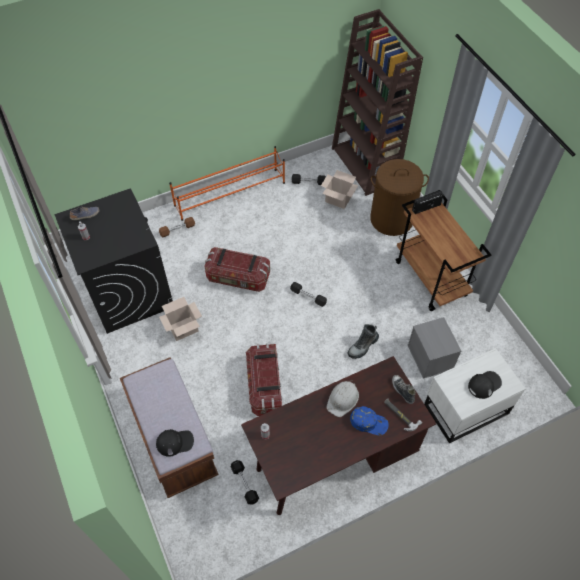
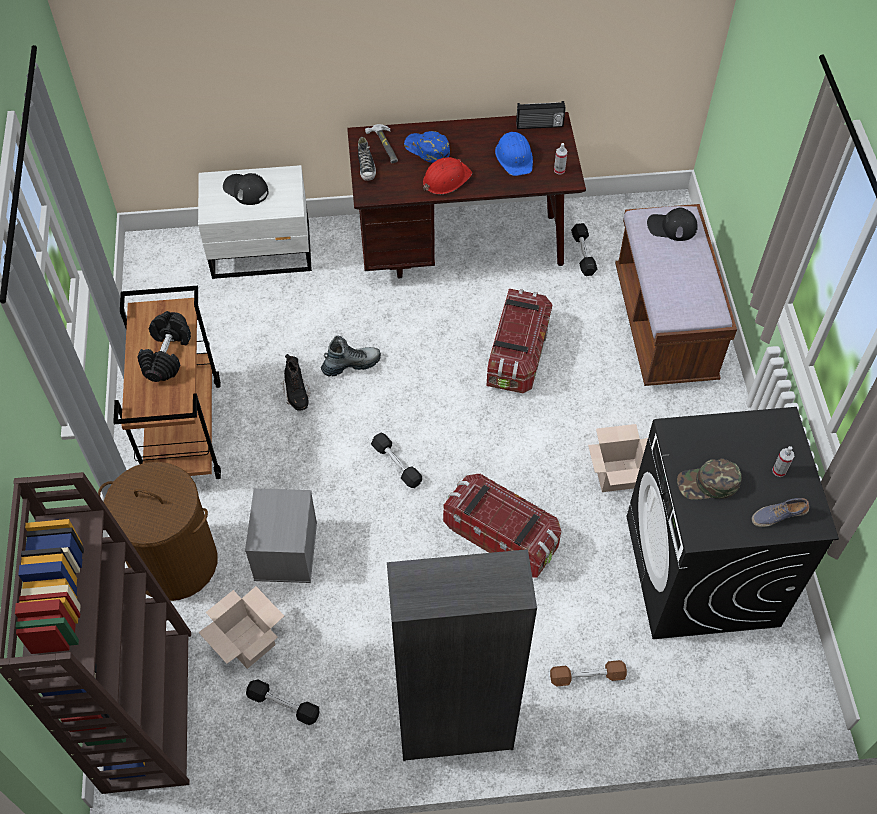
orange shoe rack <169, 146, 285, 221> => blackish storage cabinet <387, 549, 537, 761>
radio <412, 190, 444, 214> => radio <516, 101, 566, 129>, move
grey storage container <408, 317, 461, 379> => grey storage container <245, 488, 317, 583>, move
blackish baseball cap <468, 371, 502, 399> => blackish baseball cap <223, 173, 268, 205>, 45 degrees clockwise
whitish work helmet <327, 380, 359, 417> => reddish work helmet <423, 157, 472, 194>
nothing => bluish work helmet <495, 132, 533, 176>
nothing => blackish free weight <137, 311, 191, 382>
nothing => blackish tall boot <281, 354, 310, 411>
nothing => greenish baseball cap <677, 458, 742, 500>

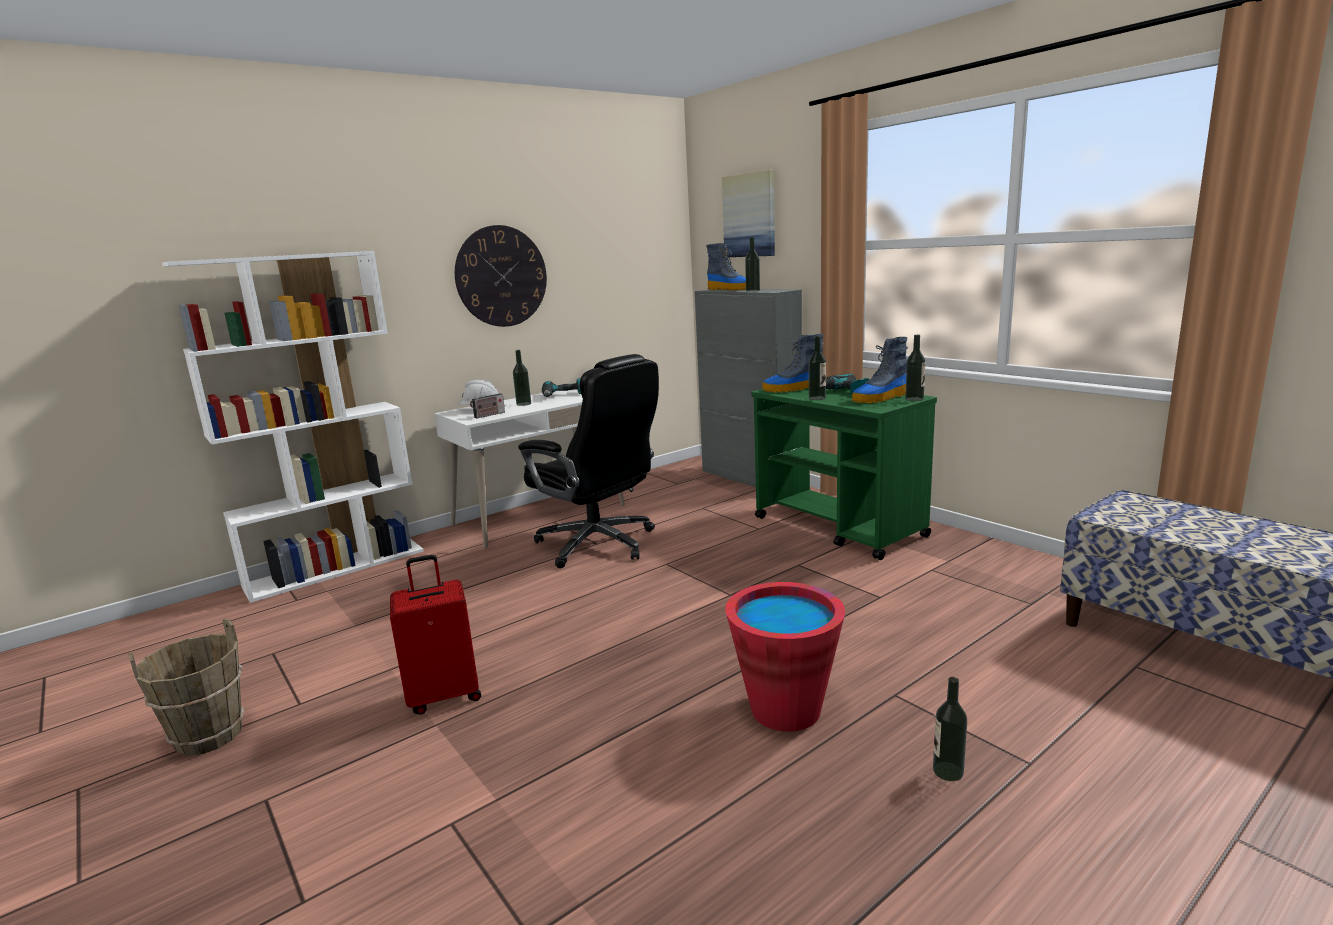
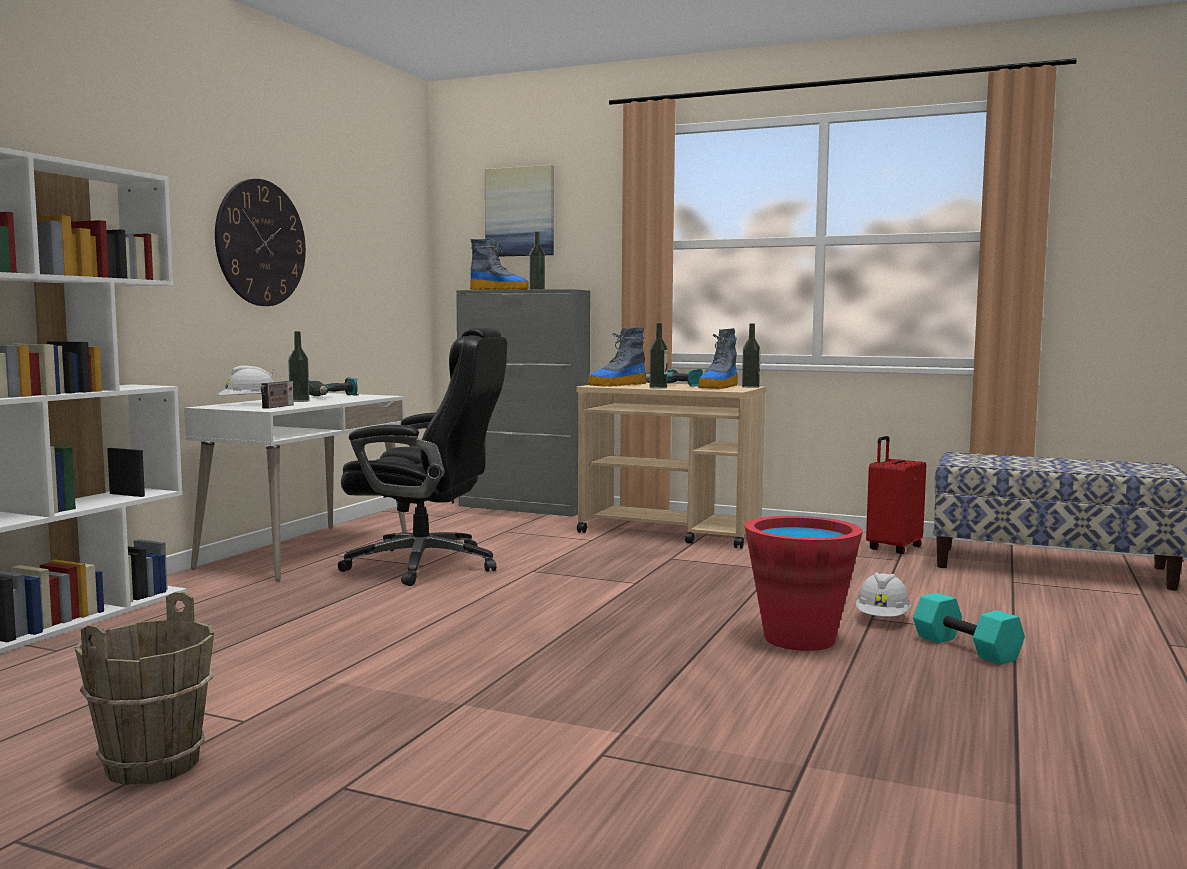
greenish wheeled cart <752, 388, 937, 560> => sand-coloured wheeled cart <576, 383, 766, 549>
reddish travel case <390, 555, 481, 715> => reddish travel case <866, 436, 926, 554>, move
drink bottle <933, 677, 967, 781> => turquoise free weight <913, 593, 1025, 665>
nothing => whitish work helmet <856, 572, 911, 617>

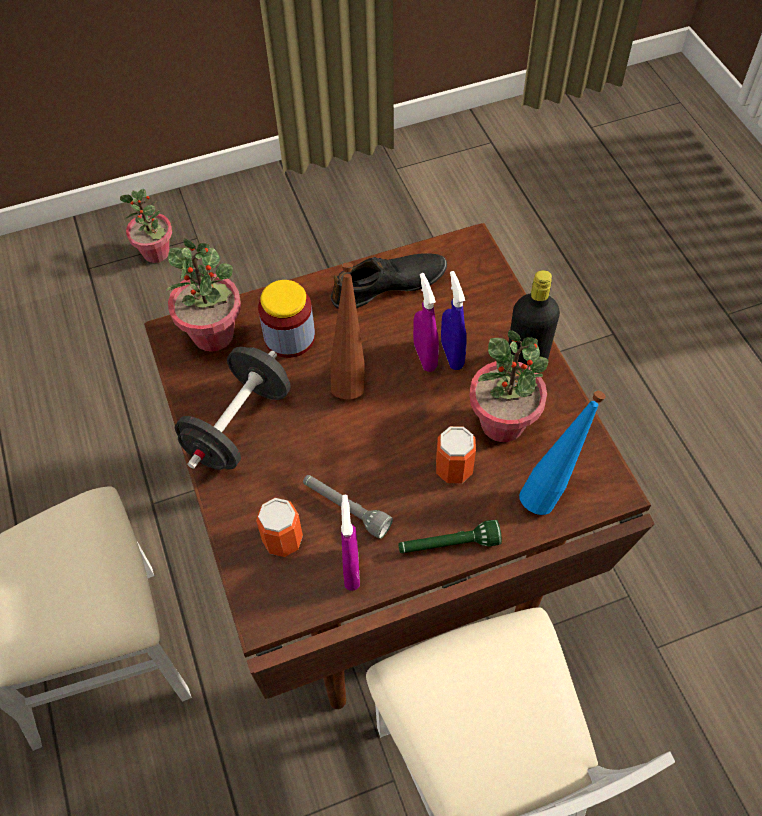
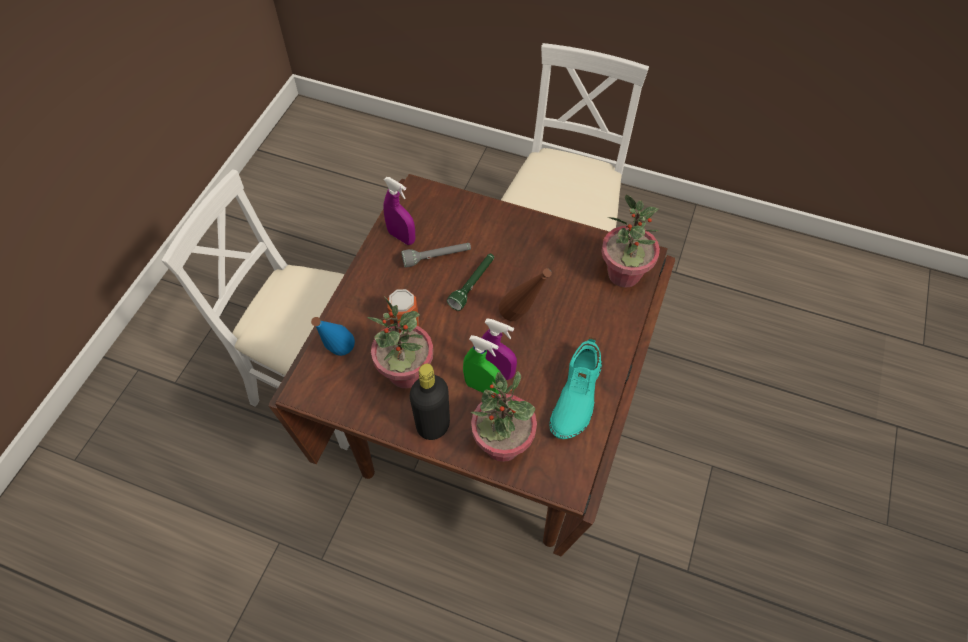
plant in a pot <120, 189, 172, 263> => plant in a pot <471, 371, 537, 462>, move
blackish item of footwear <331, 253, 447, 309> => turquoise item of footwear <549, 337, 602, 439>
bluish hand sprayer <441, 271, 467, 370> => greenish hand sprayer <463, 335, 501, 394>
storage jar <258, 280, 315, 358> => nothing
blackish free weight <175, 347, 291, 470> => nothing
sealed can <256, 498, 303, 557> => nothing
greenish torch <398, 520, 502, 553> => greenish torch <447, 253, 494, 311>, move

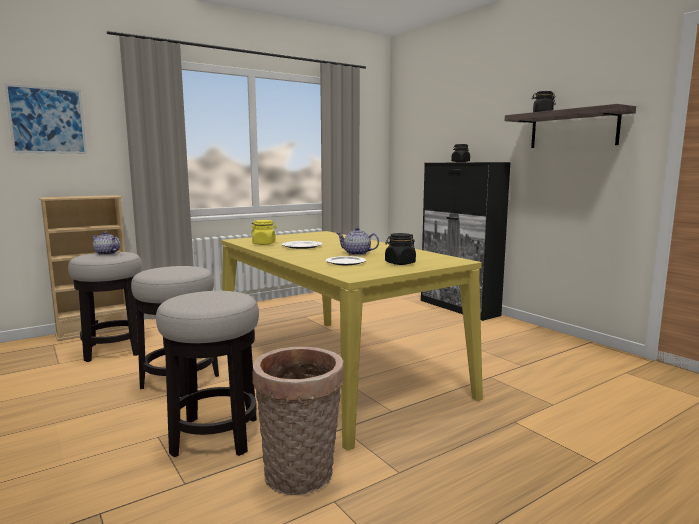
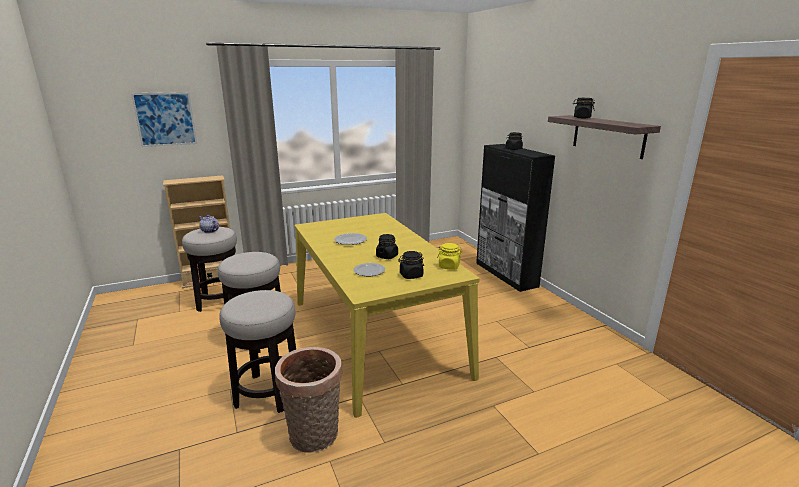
yellowish storage jar <251, 220, 277, 245> => yellowish storage jar <437, 243, 463, 270>, move
tea pot <336, 227, 379, 255> => blackish storage jar <376, 234, 398, 259>

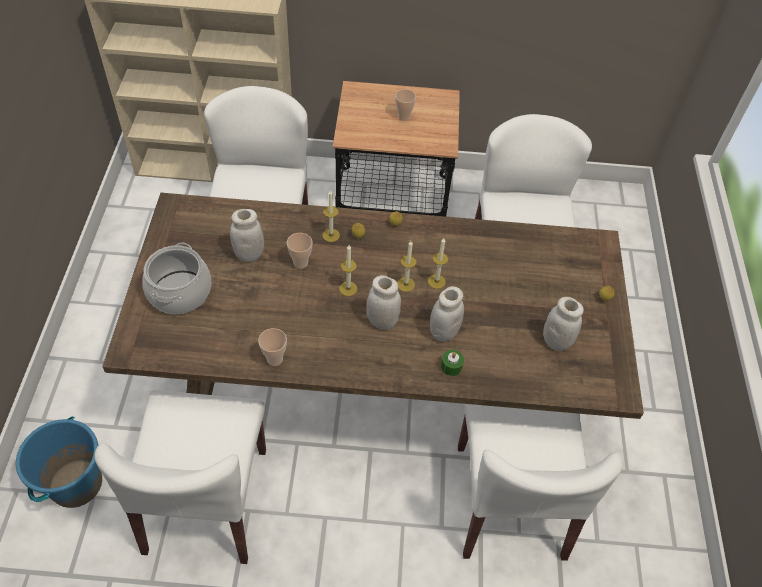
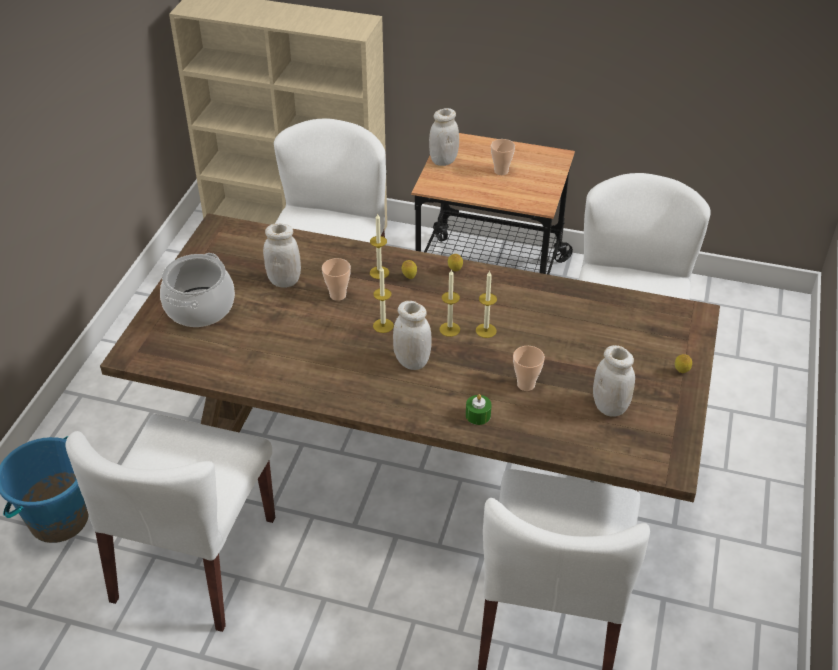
whitish storage jar <430, 286, 464, 342> => whitish storage jar <429, 108, 459, 166>, move
drinking cup <258, 328, 287, 366> => drinking cup <513, 346, 545, 391>, move

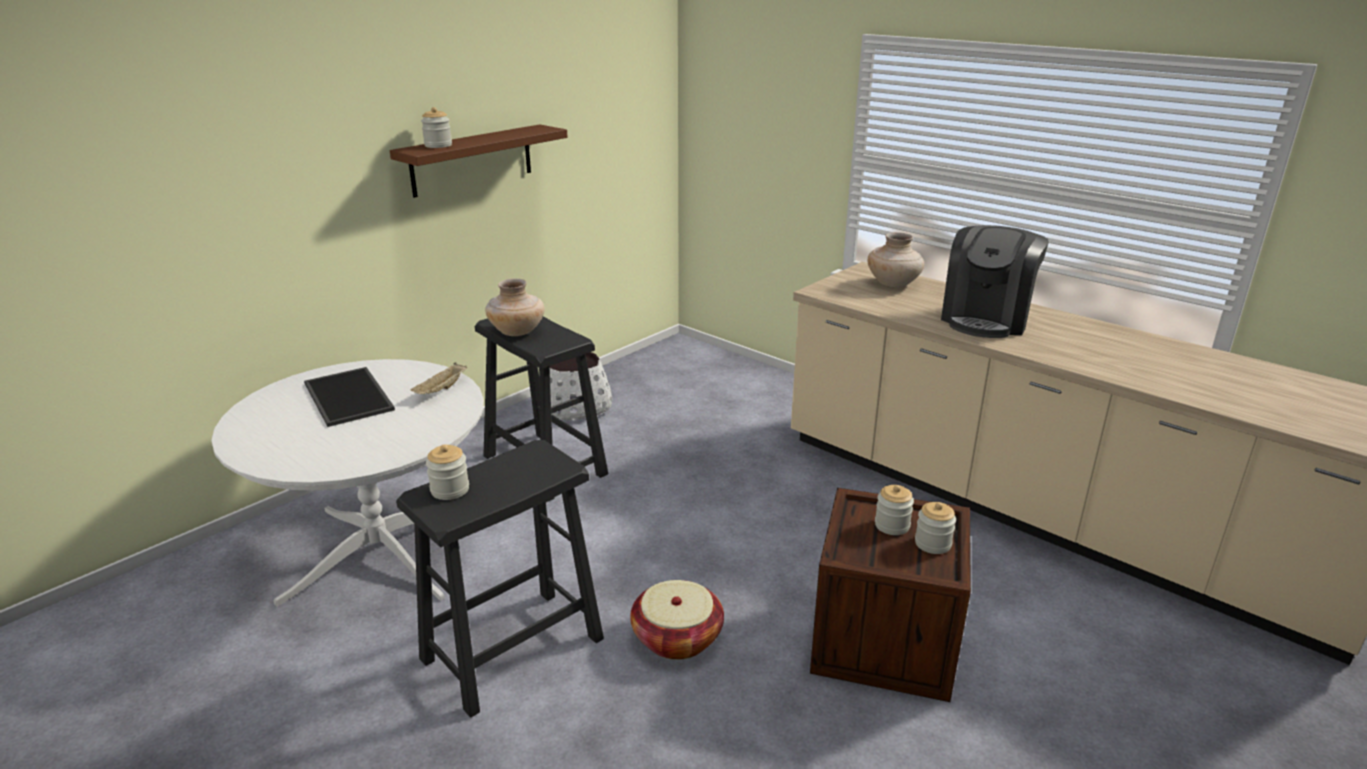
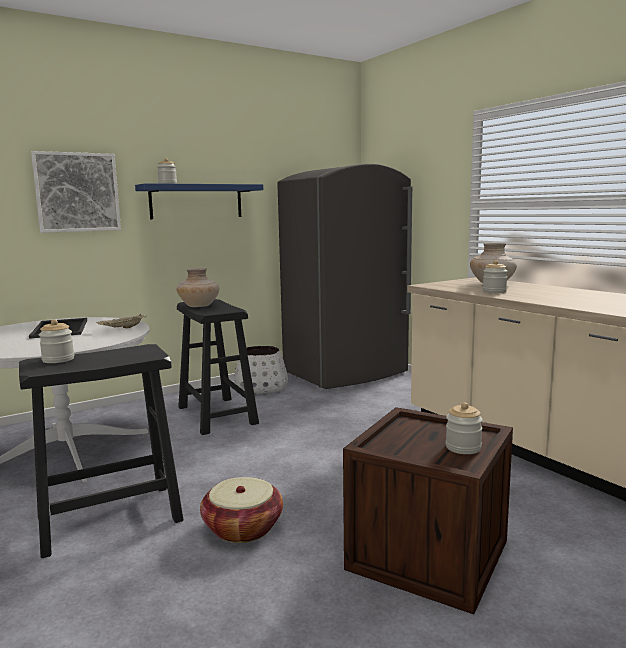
brown-coloured bracket shelf <390, 124, 567, 198> => bluish bracket shelf <135, 183, 263, 219>
coffee maker <941, 225, 1049, 338> => nothing
storage jar <875, 485, 914, 535> => storage jar <483, 260, 508, 293>, move
nothing => picture <31, 151, 121, 233>
nothing => grey refrigerator <277, 164, 413, 389>

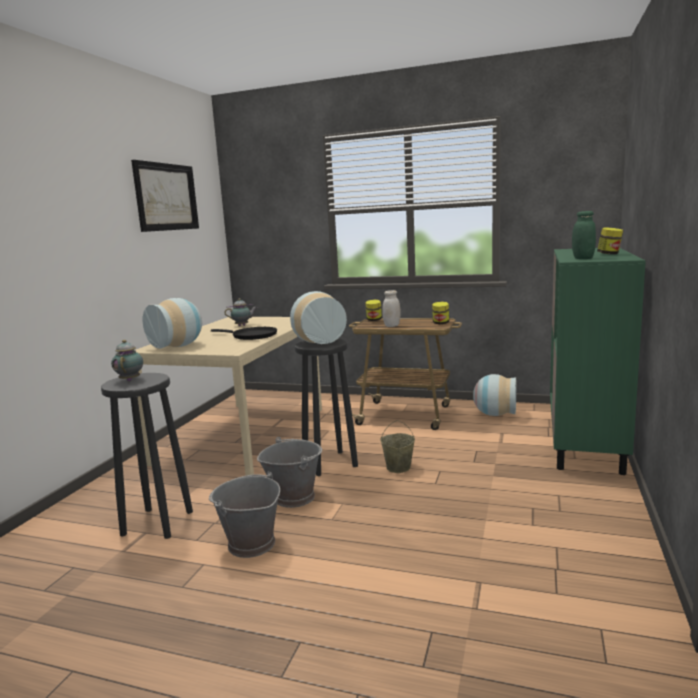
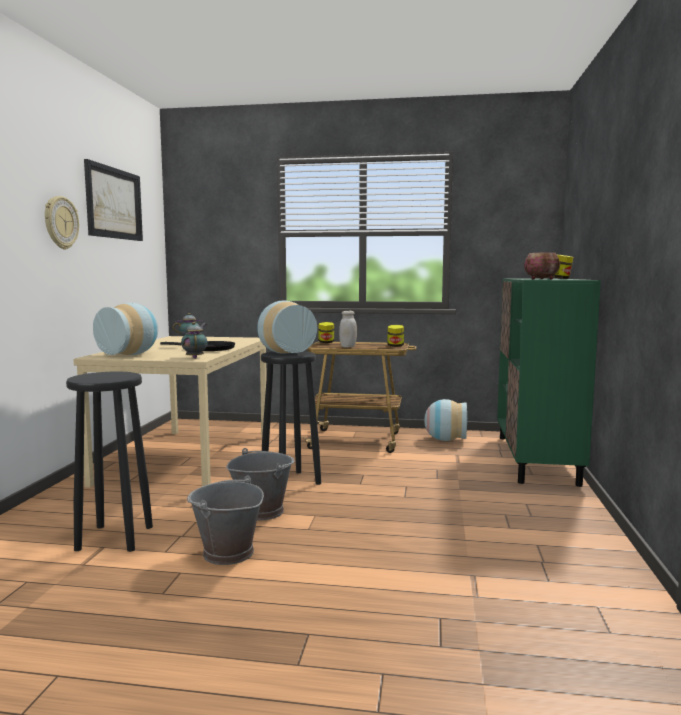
greenish storage jar <572, 211, 596, 259> => deep dish <524, 253, 560, 280>
tea pot <111, 340, 143, 381> => tea pot <181, 322, 208, 359>, move
sand-coloured bucket <380, 420, 415, 473> => nothing
nothing => clock on the wall <45, 196, 79, 250>

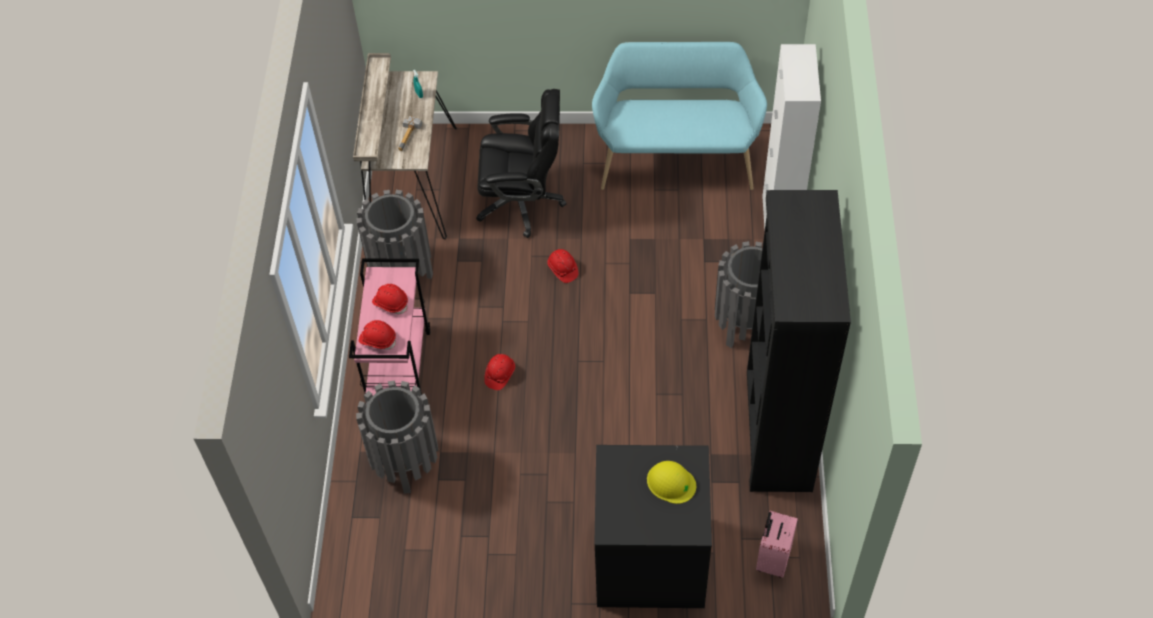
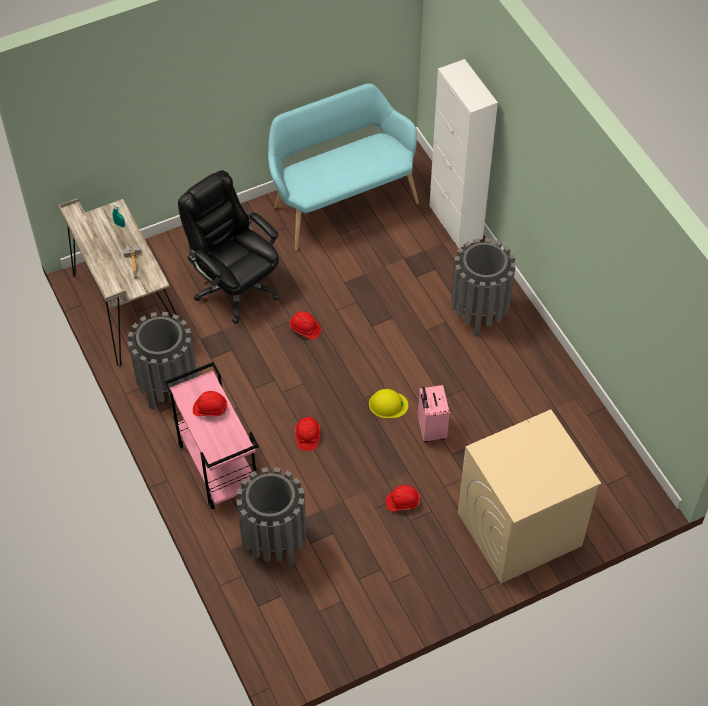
blackish desk chair <476, 89, 567, 238> => blackish desk chair <178, 170, 279, 324>, 105 degrees counterclockwise
blackish bookcase <747, 190, 851, 492> => nothing
reddish work helmet <359, 320, 397, 350> => reddish work helmet <386, 485, 420, 511>, move
blackish laundry appliance <594, 445, 712, 608> => sand-coloured laundry appliance <458, 409, 601, 584>
yellowish work helmet <647, 461, 696, 504> => yellowish work helmet <369, 389, 408, 418>, move
pink travel case <756, 511, 798, 578> => pink travel case <418, 385, 449, 442>, move

